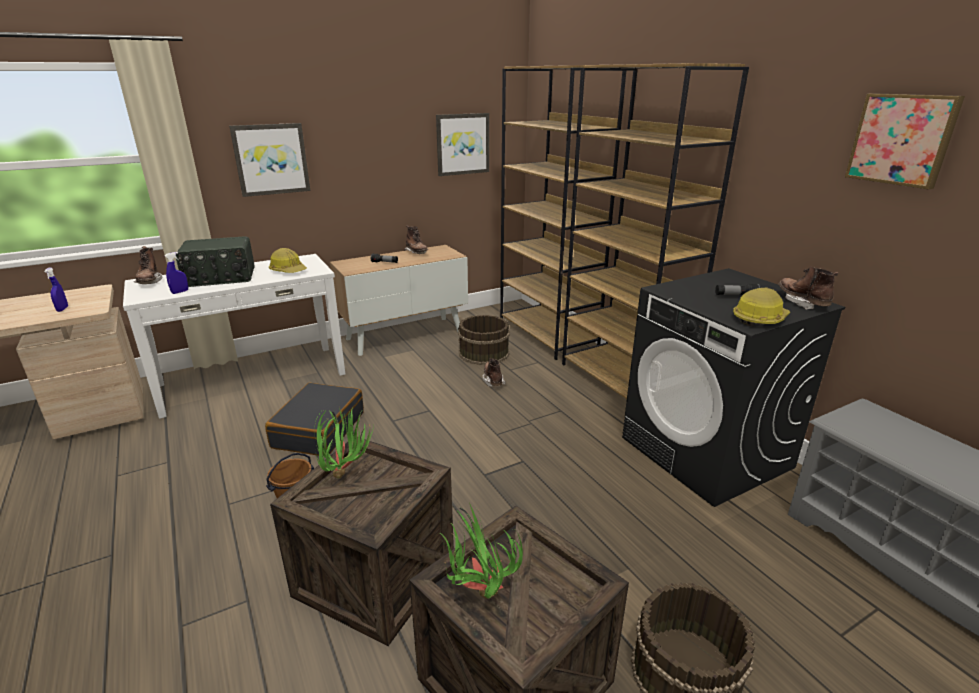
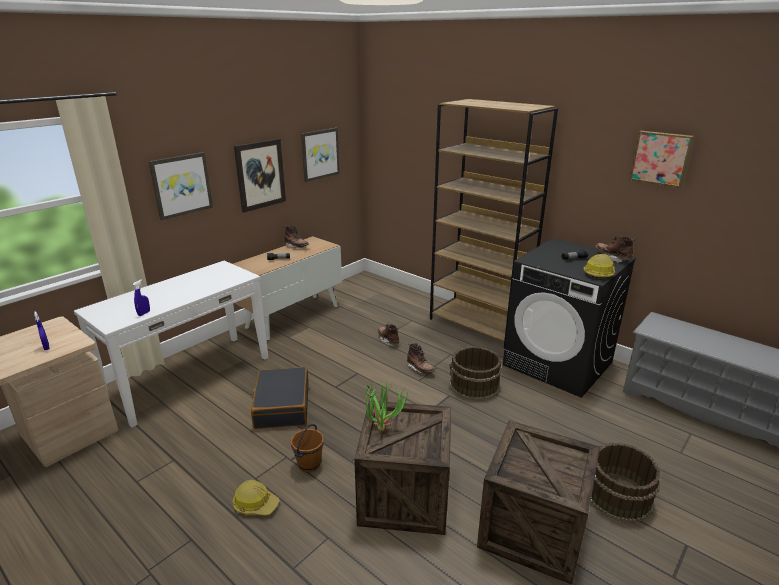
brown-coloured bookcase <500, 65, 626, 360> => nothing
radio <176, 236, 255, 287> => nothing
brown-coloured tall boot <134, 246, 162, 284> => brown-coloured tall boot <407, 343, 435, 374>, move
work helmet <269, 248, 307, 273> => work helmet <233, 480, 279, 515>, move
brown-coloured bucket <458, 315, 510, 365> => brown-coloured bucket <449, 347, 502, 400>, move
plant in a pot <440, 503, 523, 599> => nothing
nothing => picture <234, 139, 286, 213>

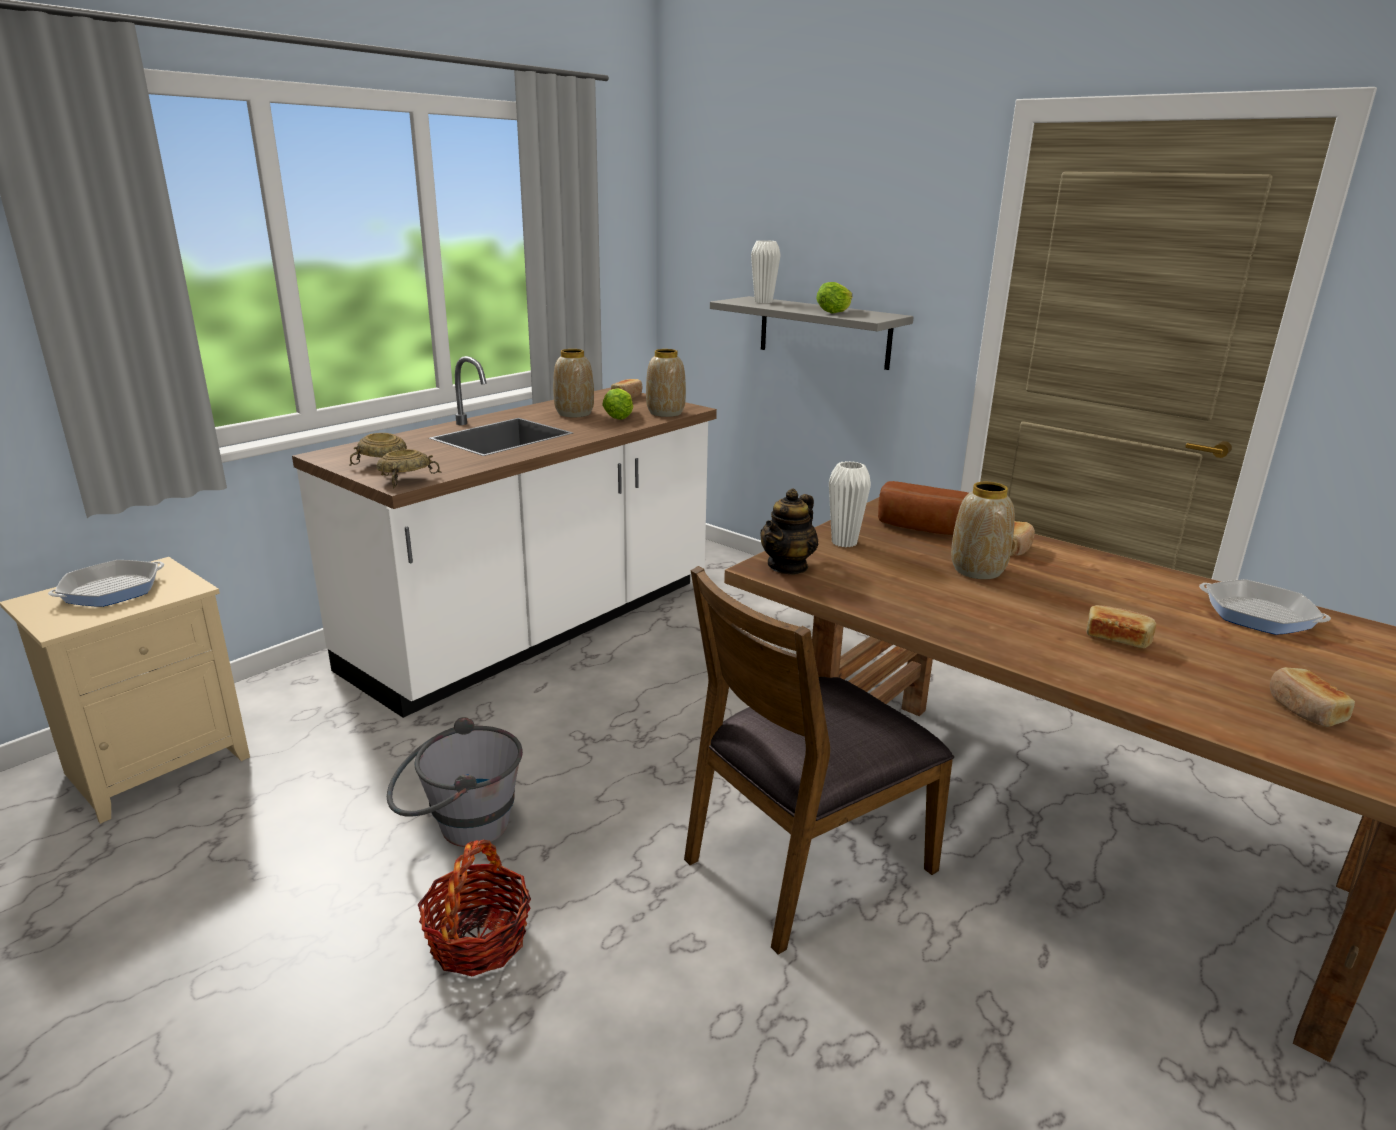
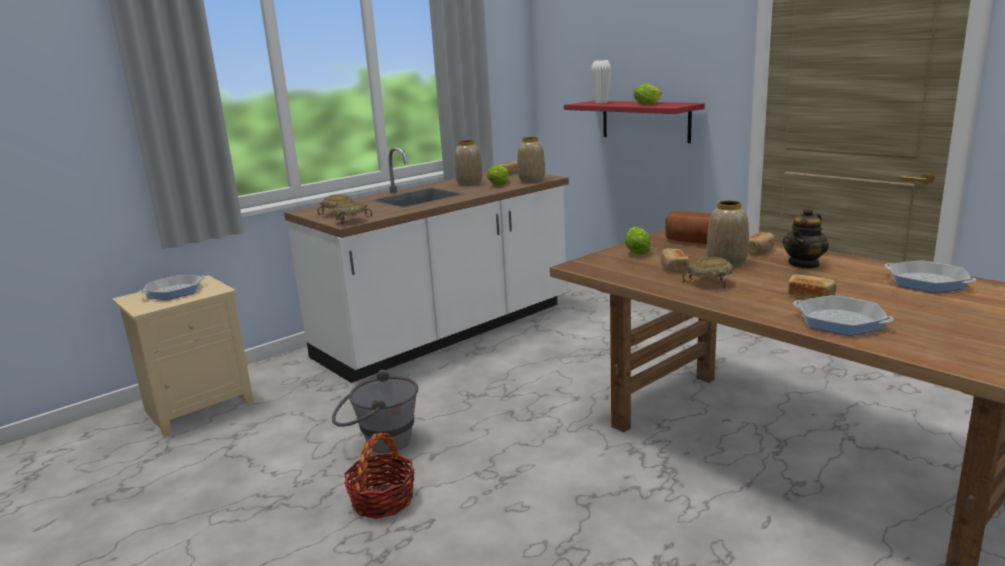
grey bracket shelf <710, 296, 914, 370> => reddish bracket shelf <564, 101, 705, 143>
whitish decorative vase <829, 461, 871, 547> => head of lettuce <625, 227, 651, 255>
tea pot <760, 488, 818, 575> => tea pot <783, 207, 829, 269>, move
brown-coloured plain chair <684, 566, 954, 955> => nothing
bakery bread <1270, 667, 1355, 727> => bakery bread <661, 248, 689, 273>, move
nothing => sand-coloured deep dish <682, 257, 733, 289>
nothing => pan <793, 295, 894, 336>

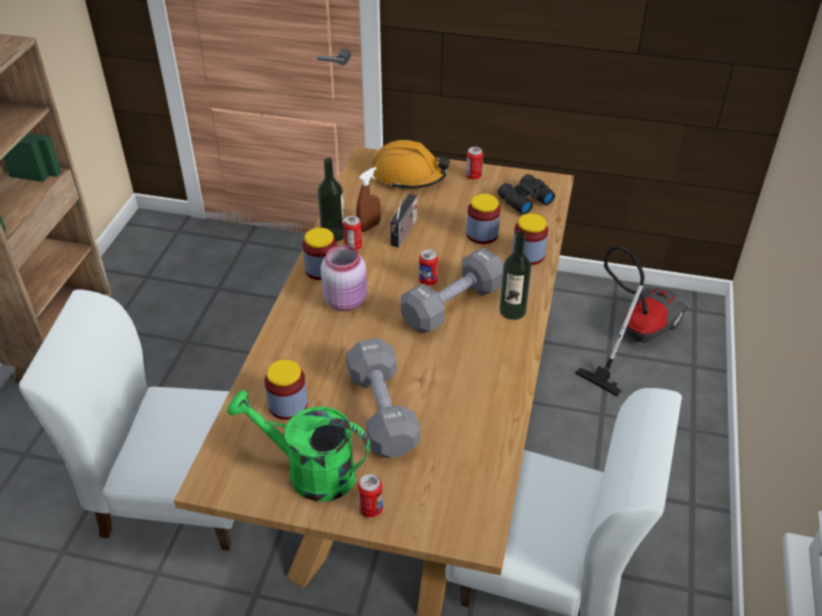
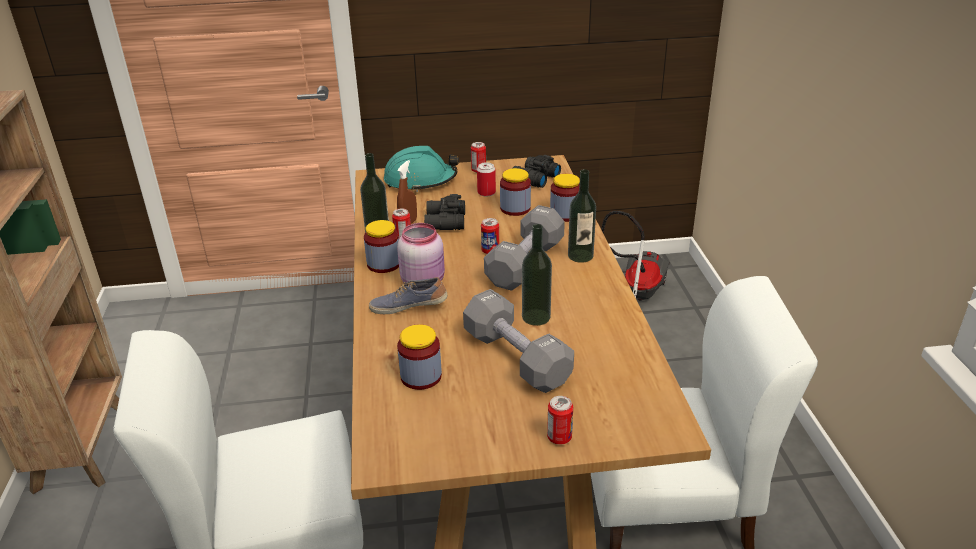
orange work helmet <372, 140, 450, 190> => turquoise work helmet <384, 146, 459, 192>
radio <390, 194, 417, 247> => blackish pair of binoculars <424, 194, 465, 230>
greenish sprinkling can <227, 390, 370, 502> => nothing
nothing => sealed can <477, 162, 496, 196>
nothing => drink bottle <522, 224, 552, 326>
nothing => item of footwear <369, 277, 447, 314>

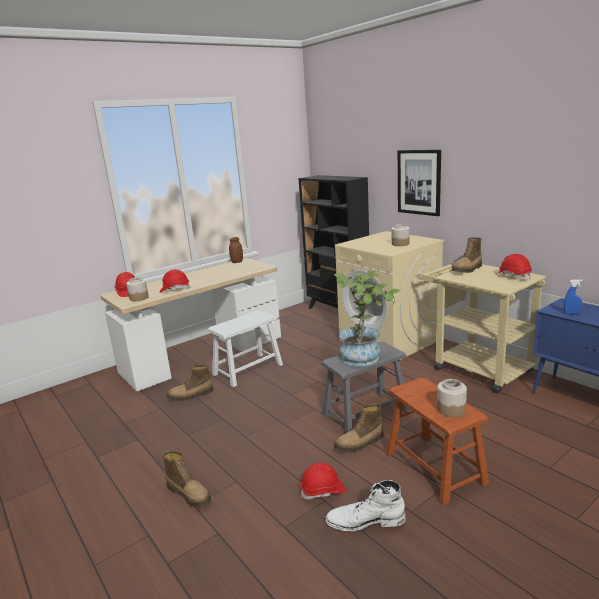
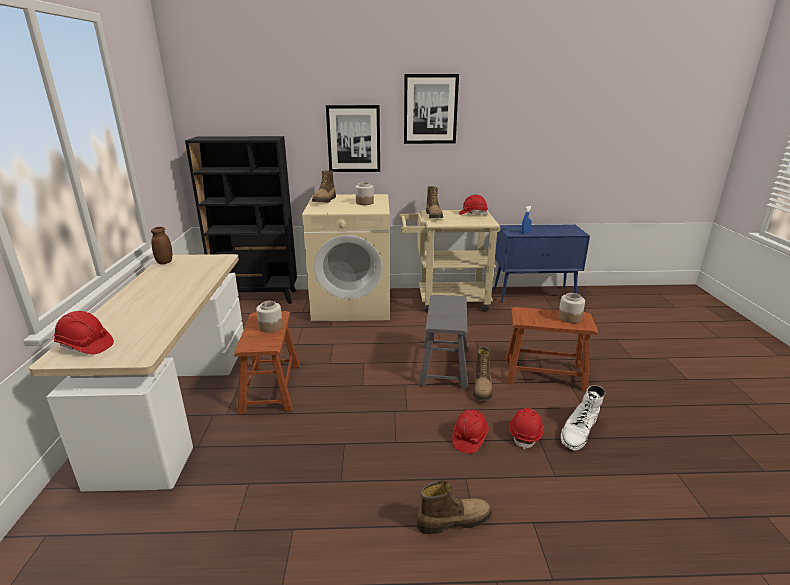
reddish work helmet <160, 269, 190, 293> => reddish work helmet <452, 409, 489, 454>, move
plant in a pot <334, 270, 401, 366> => nothing
storage jar <126, 277, 149, 301> => storage jar <256, 301, 283, 333>, move
whitish stool seat <207, 311, 283, 387> => brown-coloured stool seat <234, 311, 300, 414>
tall boot <167, 364, 213, 401> => tall boot <312, 170, 336, 203>, move
nothing => picture <404, 74, 459, 144>

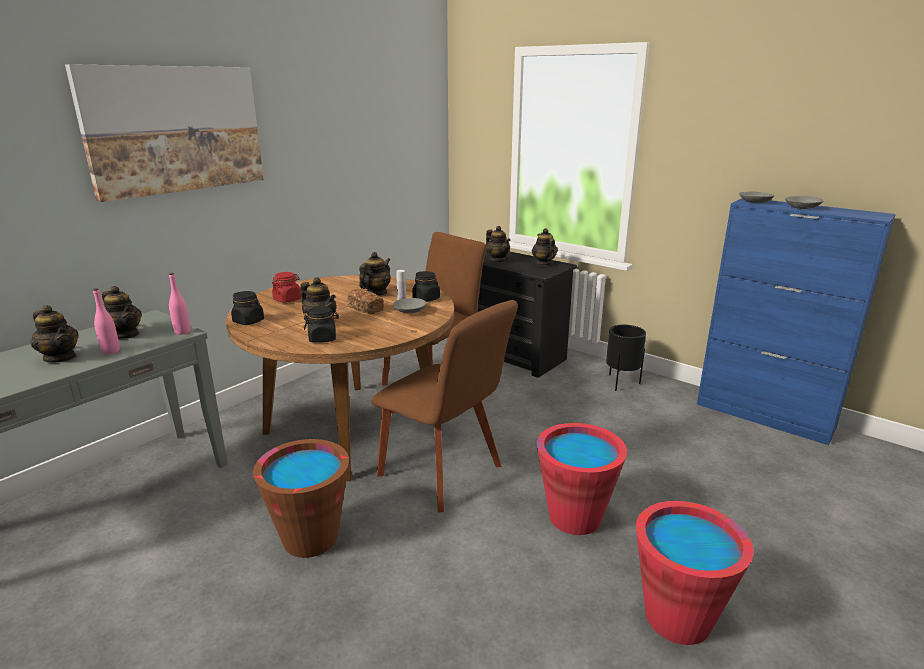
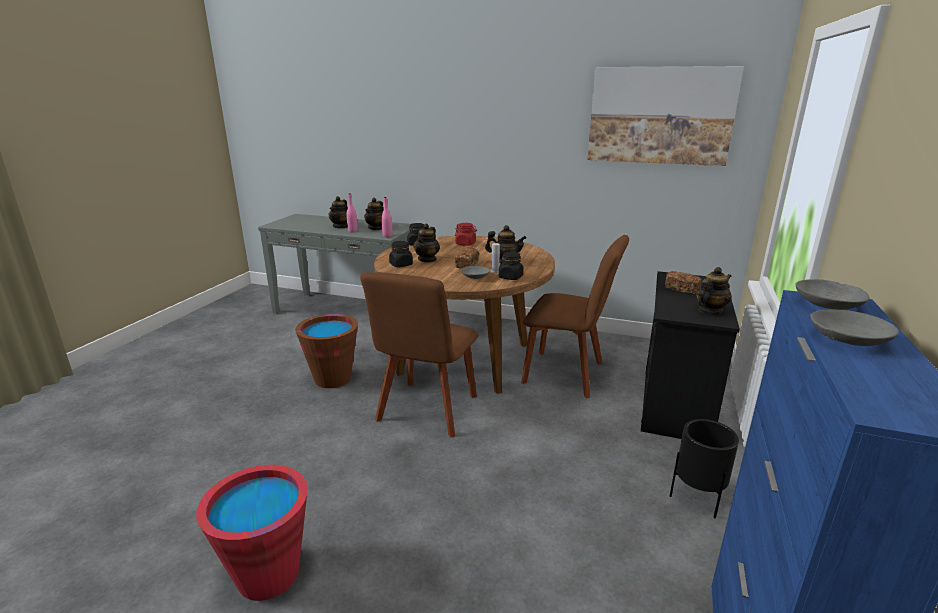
picture <65, 64, 264, 202> => picture <588, 66, 744, 166>, move
tea pot <486, 226, 511, 262> => bakery bread <665, 271, 702, 294>
reddish bucket <537, 423, 627, 535> => nothing

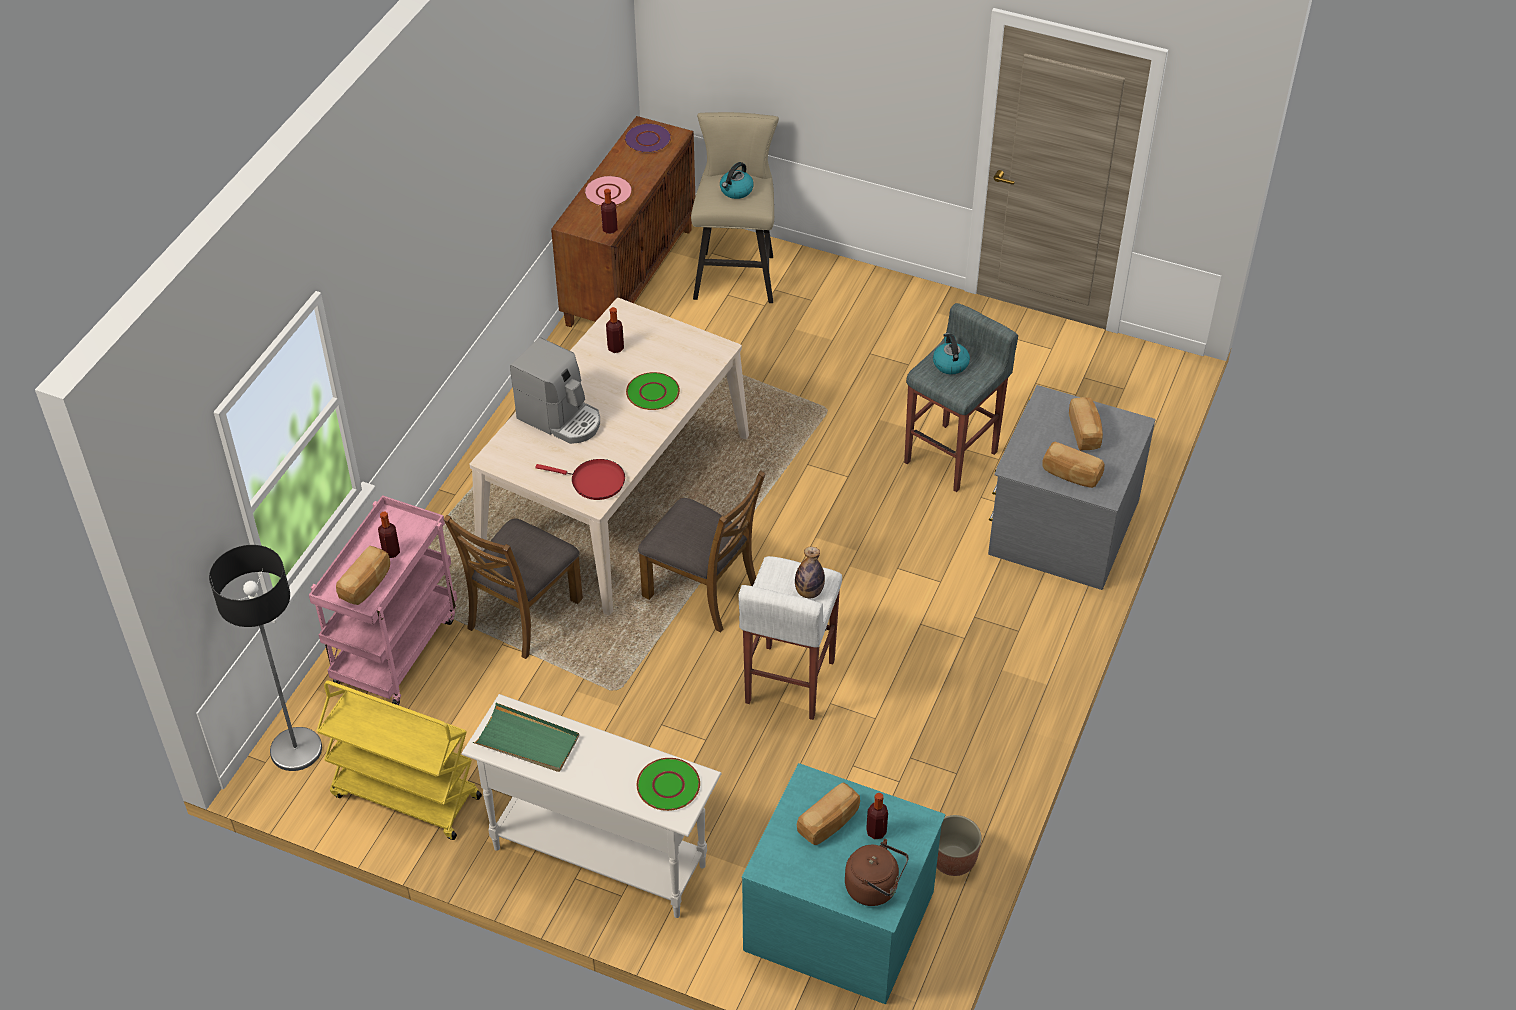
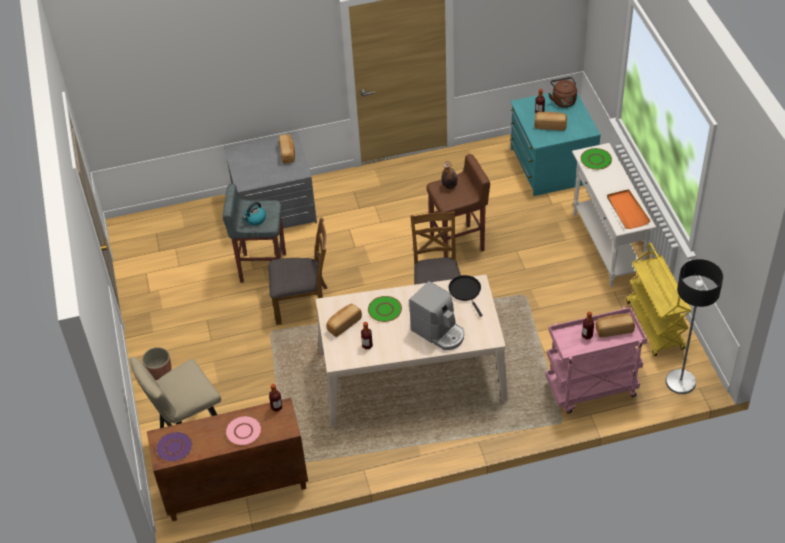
water kettle <720, 162, 754, 199> => nothing
coffee maker <510, 337, 600, 444> => coffee maker <409, 281, 464, 350>, 135 degrees clockwise
bakery bread <1069, 397, 1103, 451> => bakery bread <327, 304, 362, 337>, move
reddish pan <535, 459, 625, 500> => blackish pan <449, 275, 483, 317>
brown-coloured plain chair <444, 515, 583, 659> => brown-coloured plain chair <268, 218, 327, 325>, move
whitish stool seat <738, 556, 842, 720> => brown-coloured stool seat <426, 154, 490, 258>
greenish serving tray <473, 703, 579, 772> => orange serving tray <607, 189, 650, 229>
planter <937, 815, 982, 876> => planter <142, 347, 171, 380>, move

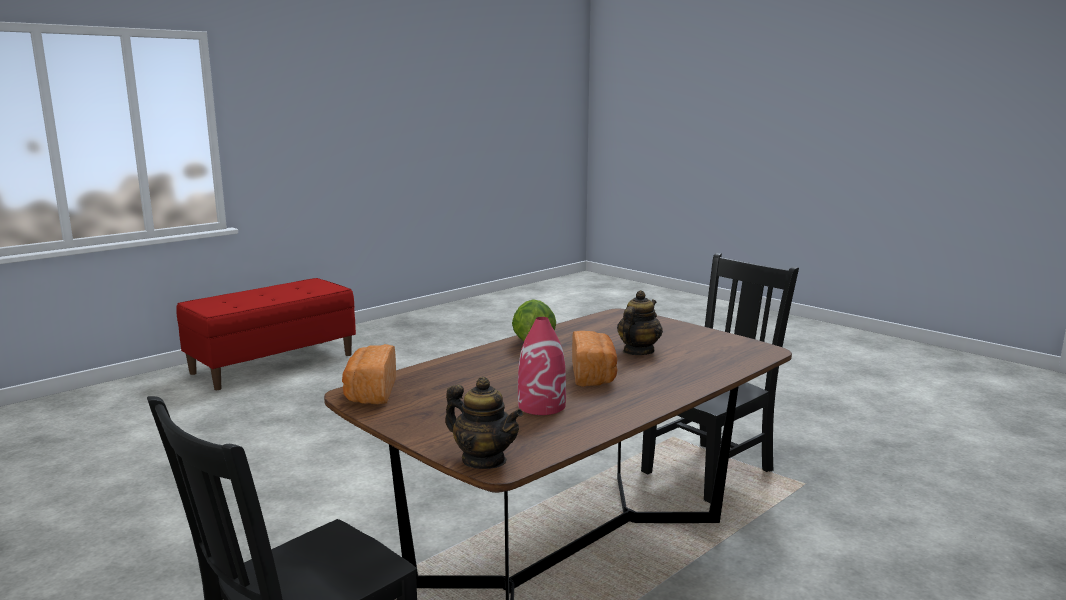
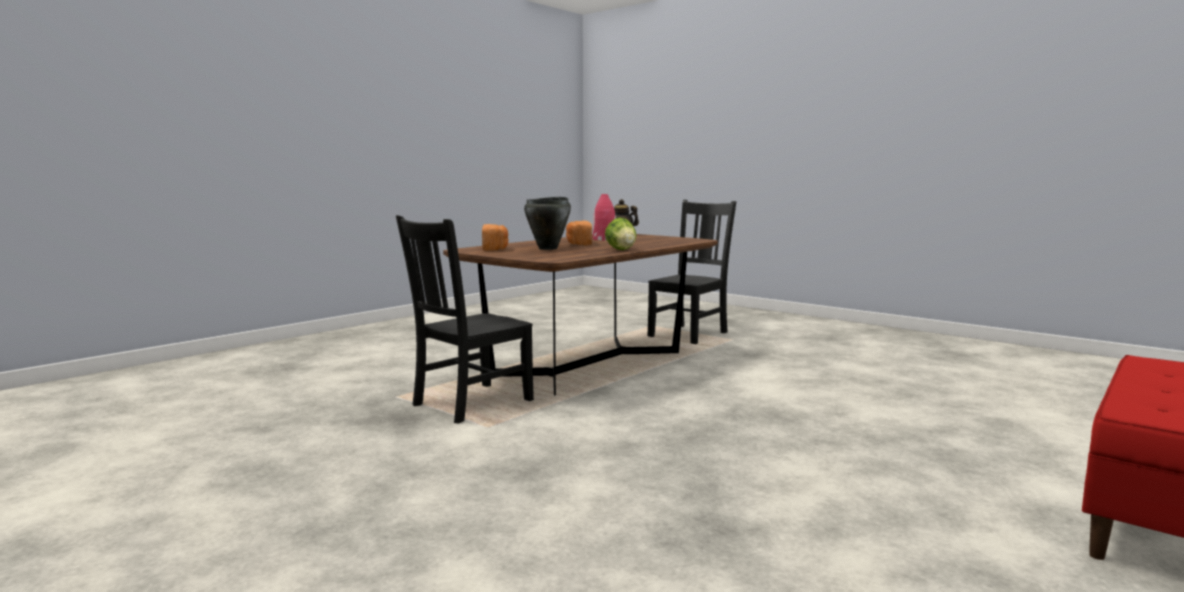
tea pot <617, 290, 663, 355> => blackish stockpot <524, 197, 571, 250>
bakery bread <342, 344, 396, 404> => bakery bread <482, 224, 509, 251>, move

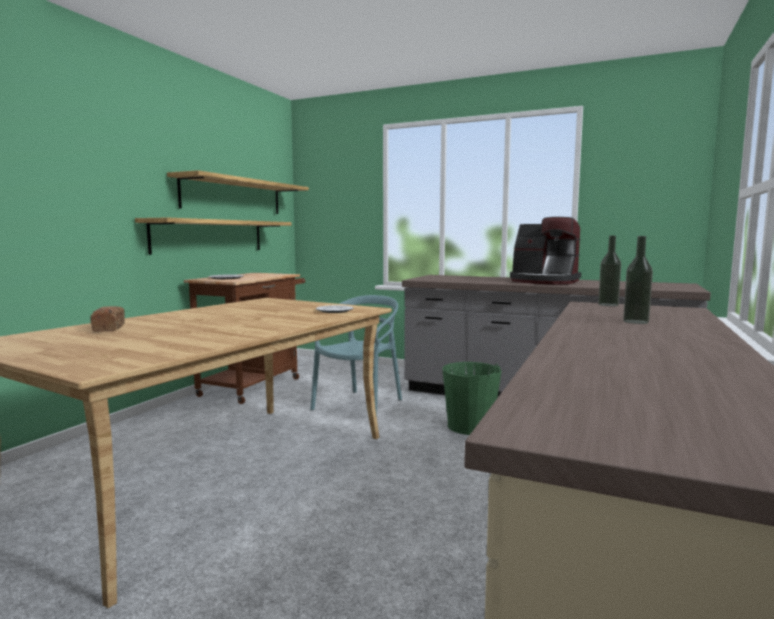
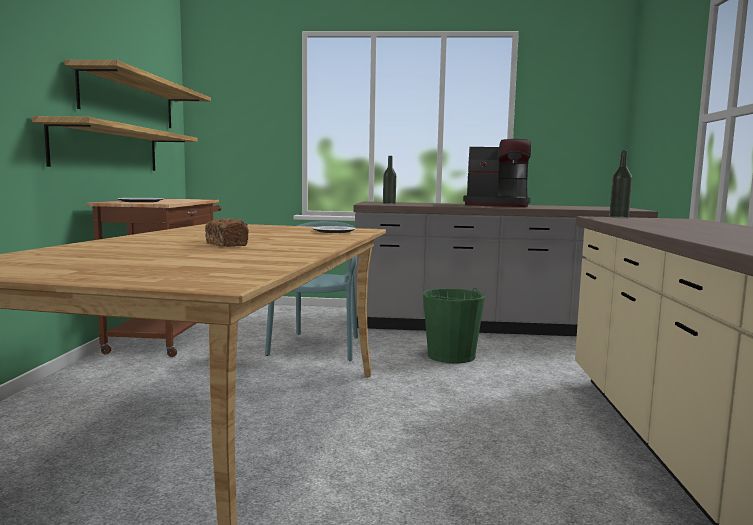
drink bottle <623, 236, 653, 324> => drink bottle <383, 156, 396, 204>, move
bakery bread <90, 306, 125, 332> => bakery bread <205, 218, 249, 247>, move

